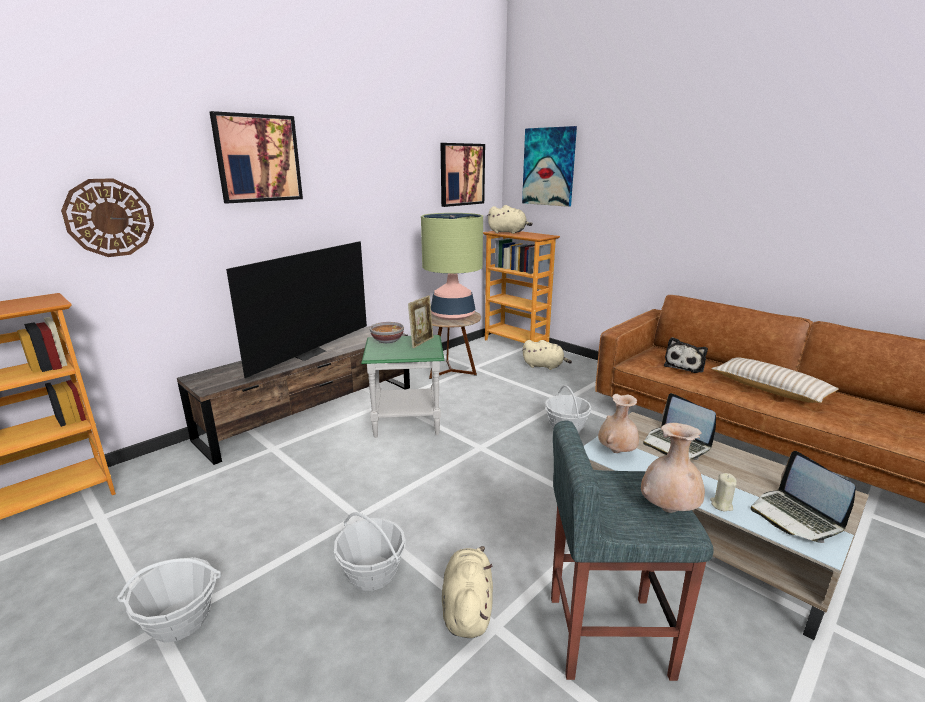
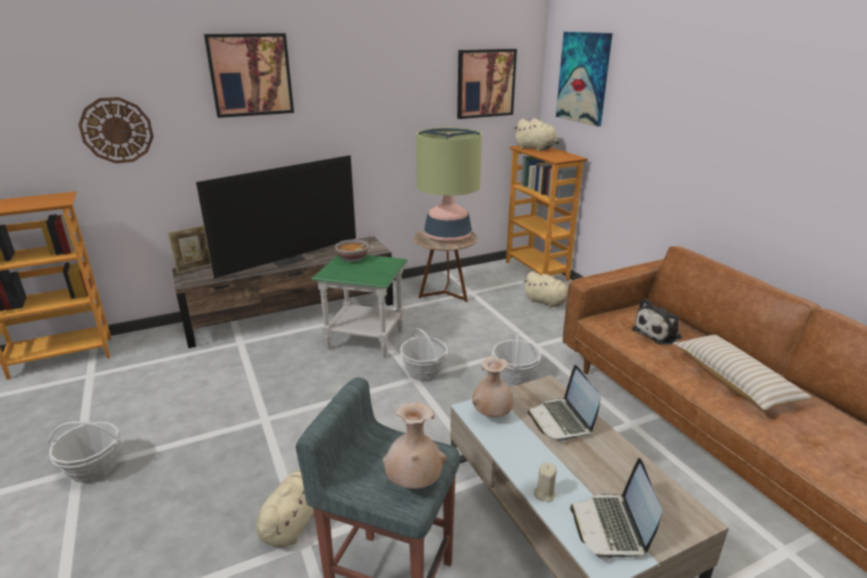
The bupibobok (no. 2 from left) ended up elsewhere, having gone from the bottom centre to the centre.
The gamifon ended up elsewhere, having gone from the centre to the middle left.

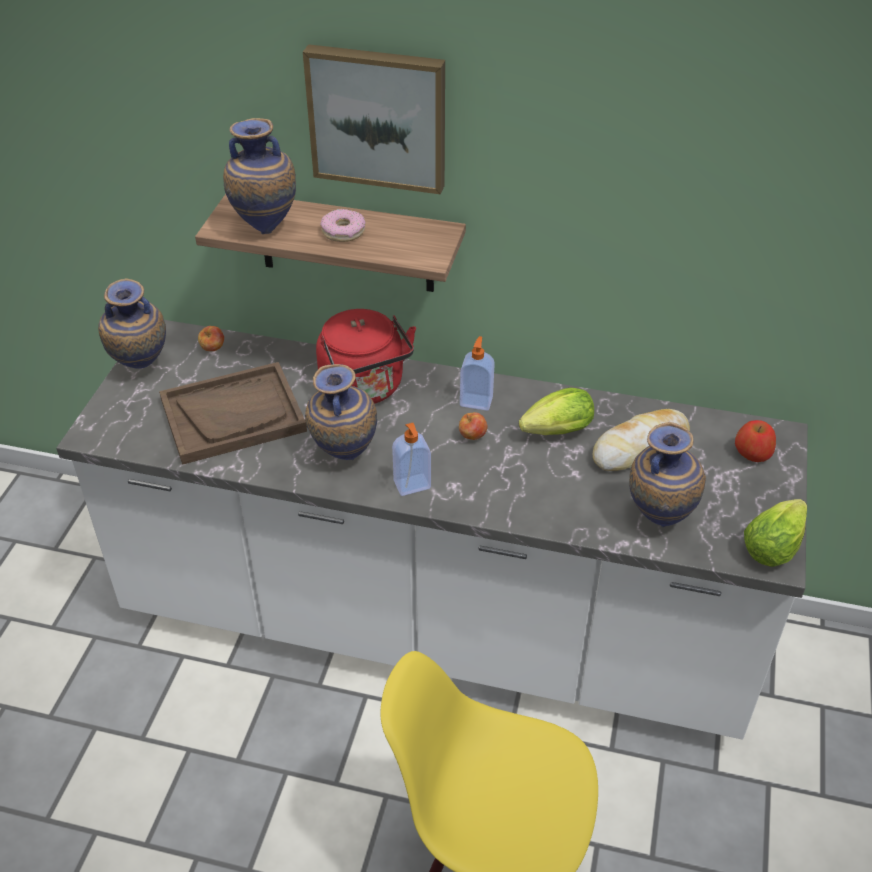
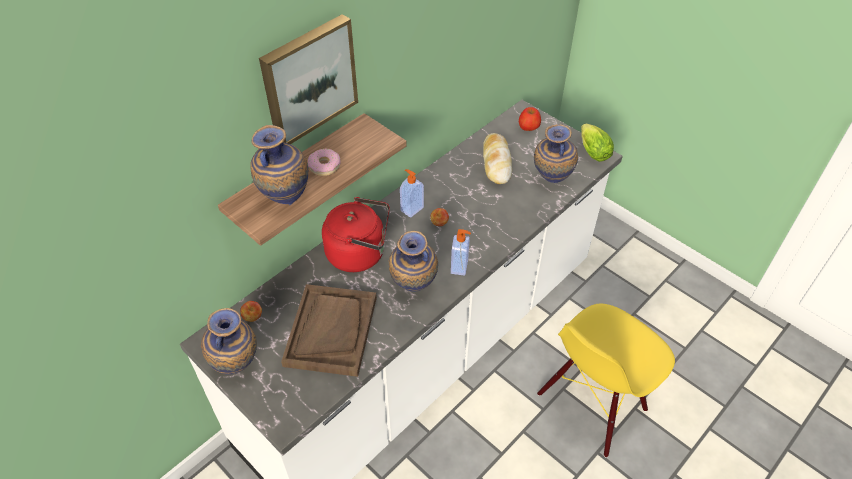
The second view lost the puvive (no. 1 from left) at the centre.

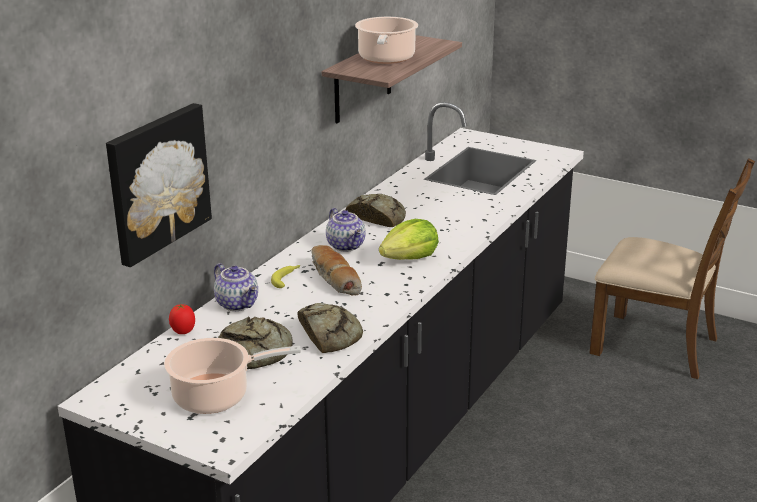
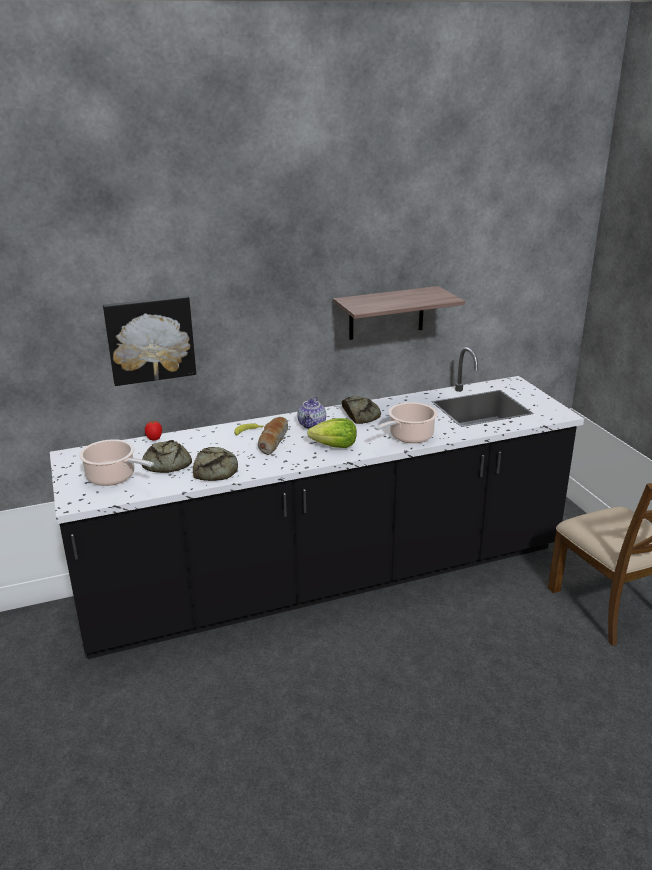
The second view lost the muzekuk (no. 1 from left) at the middle left.
The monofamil (no. 2 from left) ended up elsewhere, having gone from the top centre to the centre.

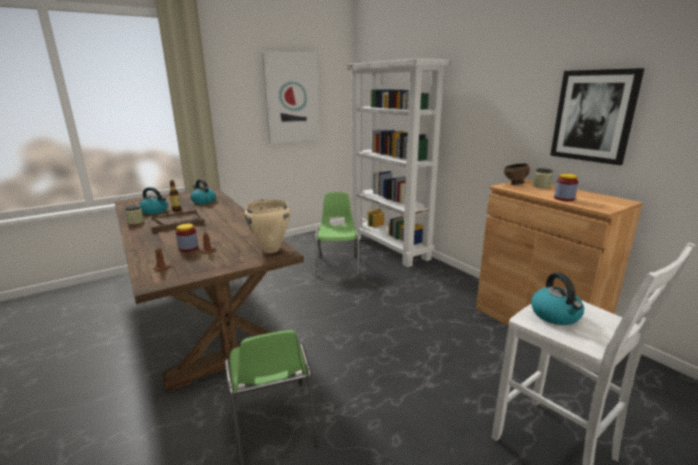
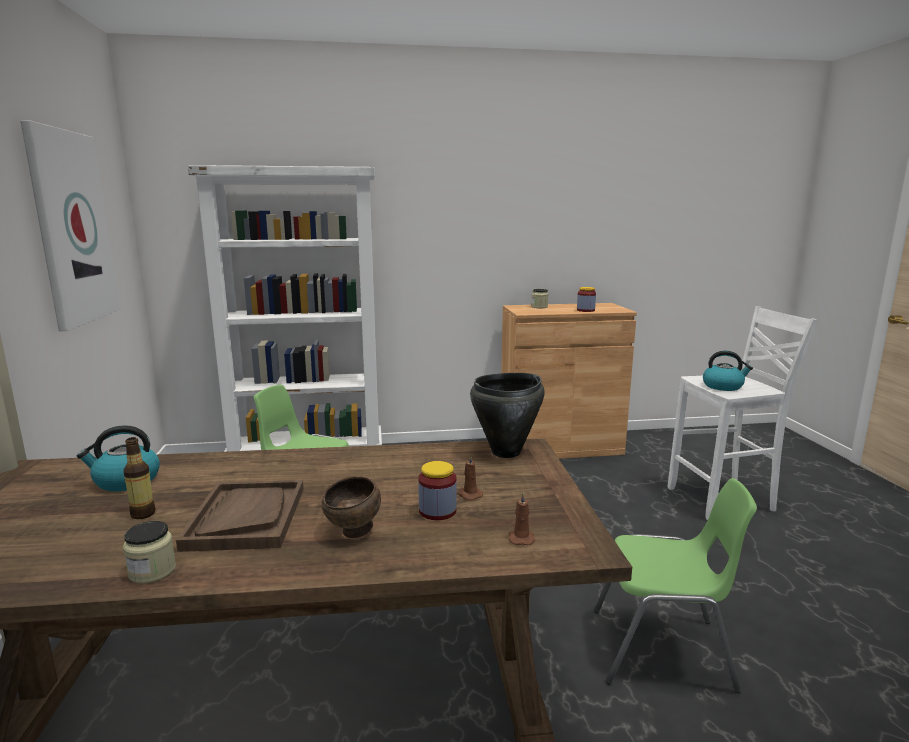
The second view lost the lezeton (no. 1 from left) at the middle left.
The second view lost the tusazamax (no. 2 from left) at the top right.
The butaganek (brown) ended up elsewhere, having gone from the middle right to the bottom centre.
What was the monofamil (beige) at the centre turned into the monofamil (black) at the centre.

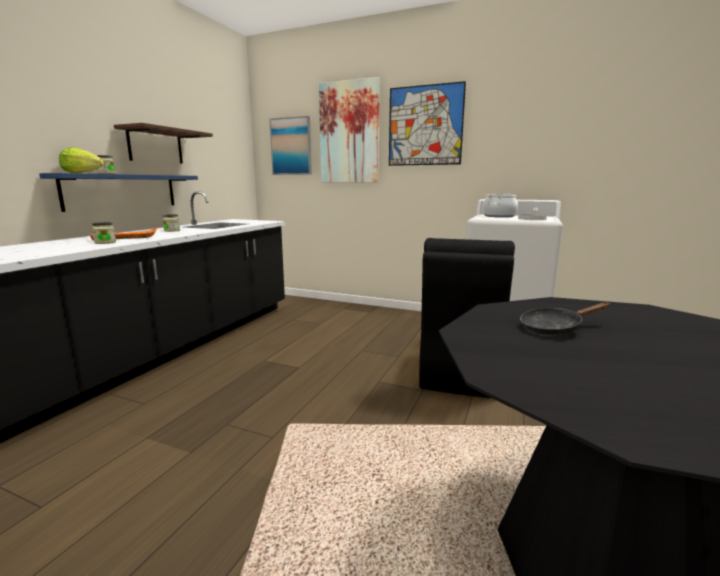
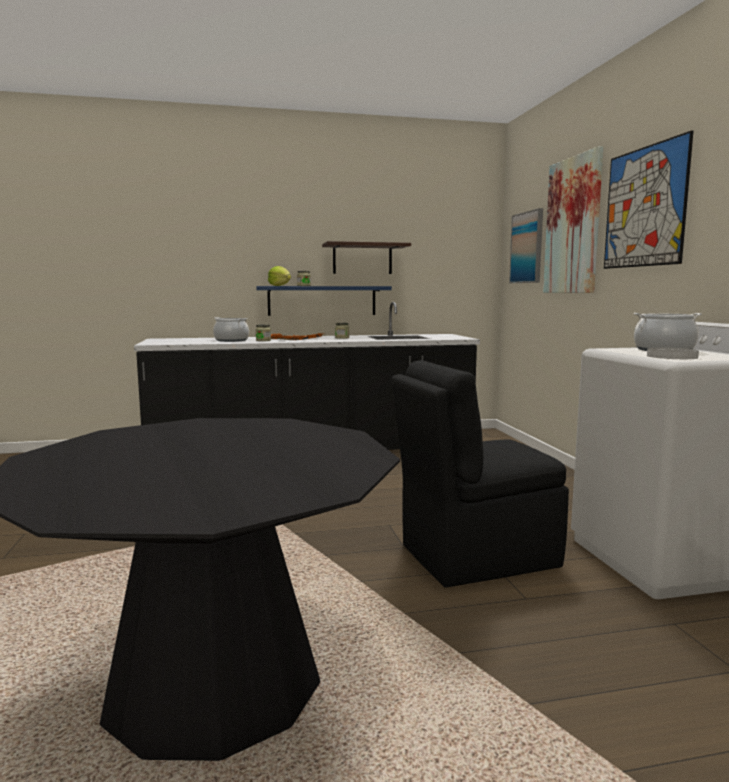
The second view lost the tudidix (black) at the middle right.
The second view gained the monofamil (no. 1 from left) at the middle left.

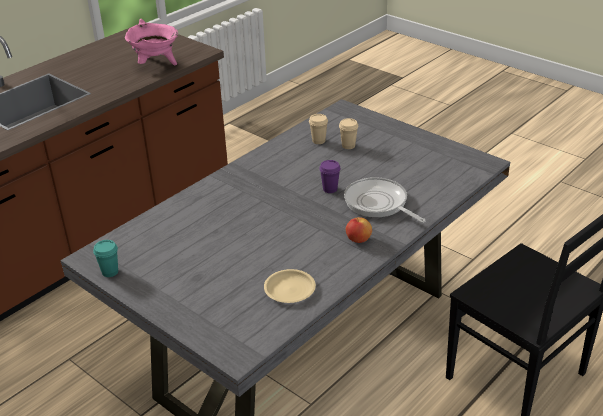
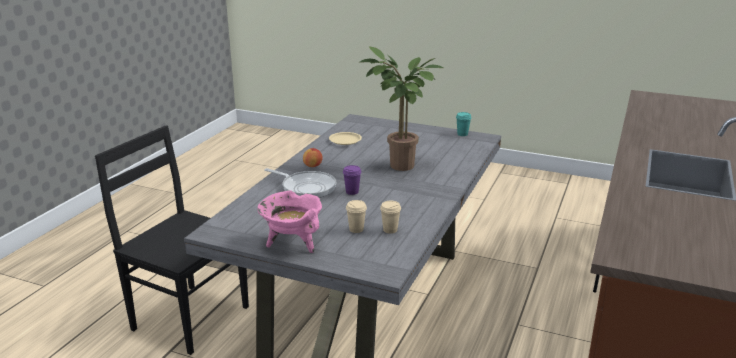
The second view gained the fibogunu at the top centre.
The monofamil (pink) ended up elsewhere, having gone from the top left to the centre.

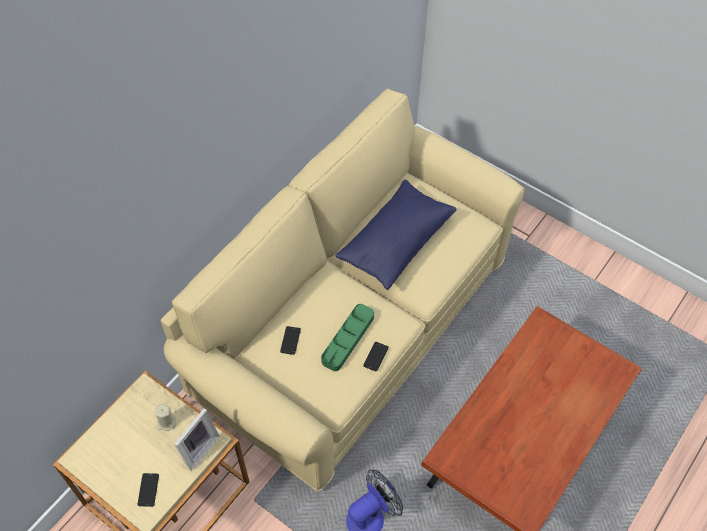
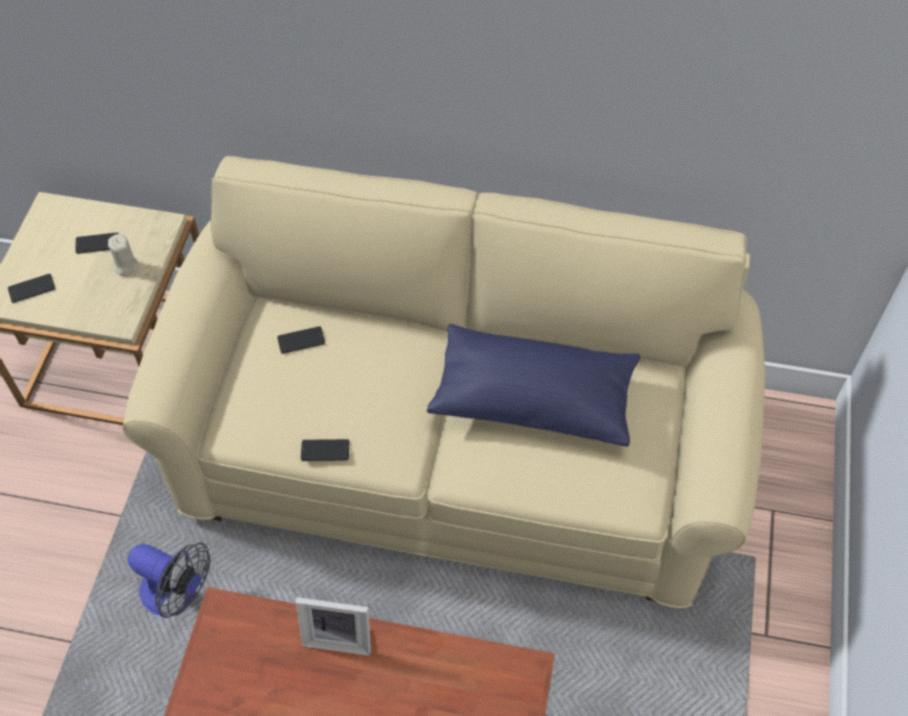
The second view lost the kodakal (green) at the centre.
The second view gained the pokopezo (no. 2 from left) at the middle left.
The gamifon ended up elsewhere, having gone from the bottom left to the bottom centre.

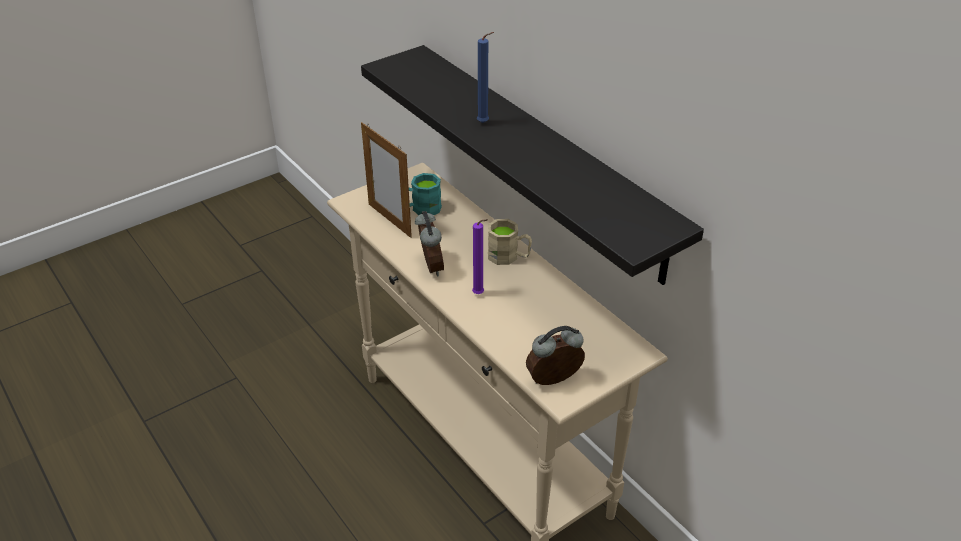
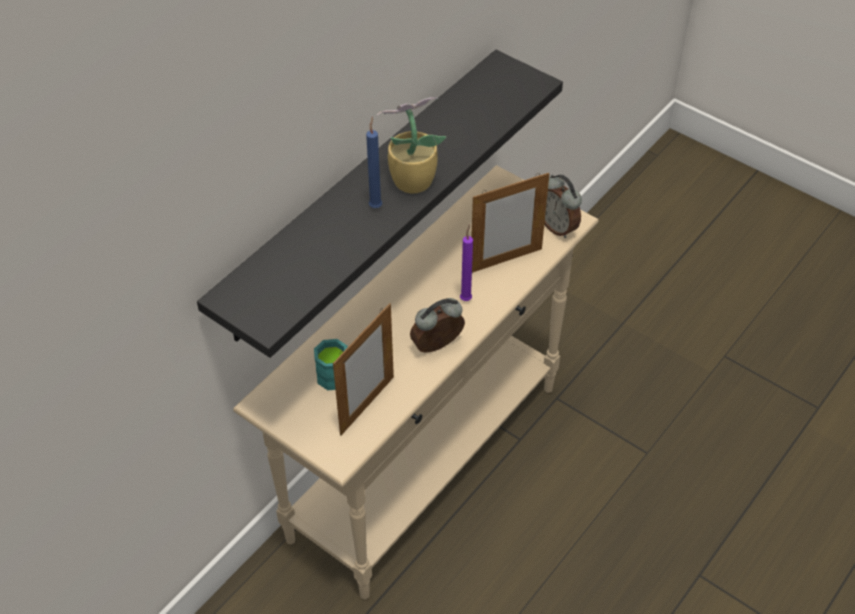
The second view lost the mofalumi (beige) at the centre.
The second view gained the fibogunu at the top centre.
The second view gained the gamifon (no. 2 from left) at the centre.

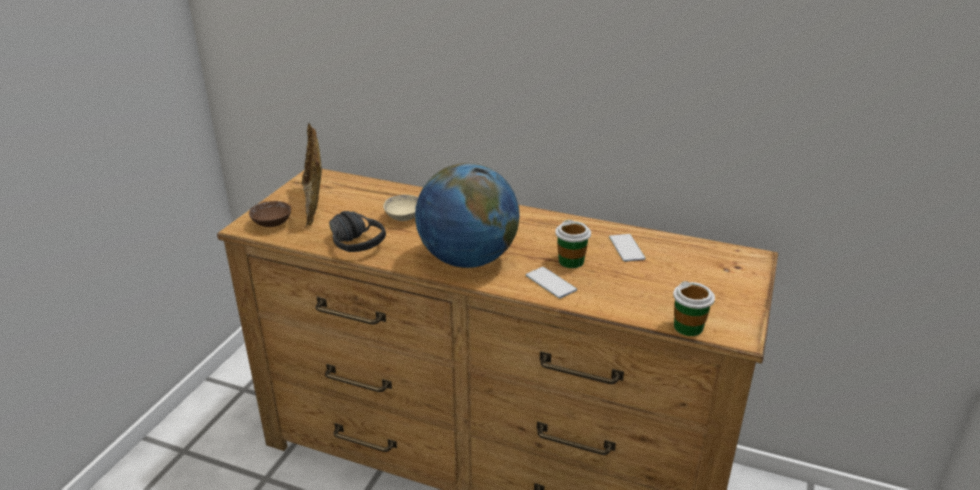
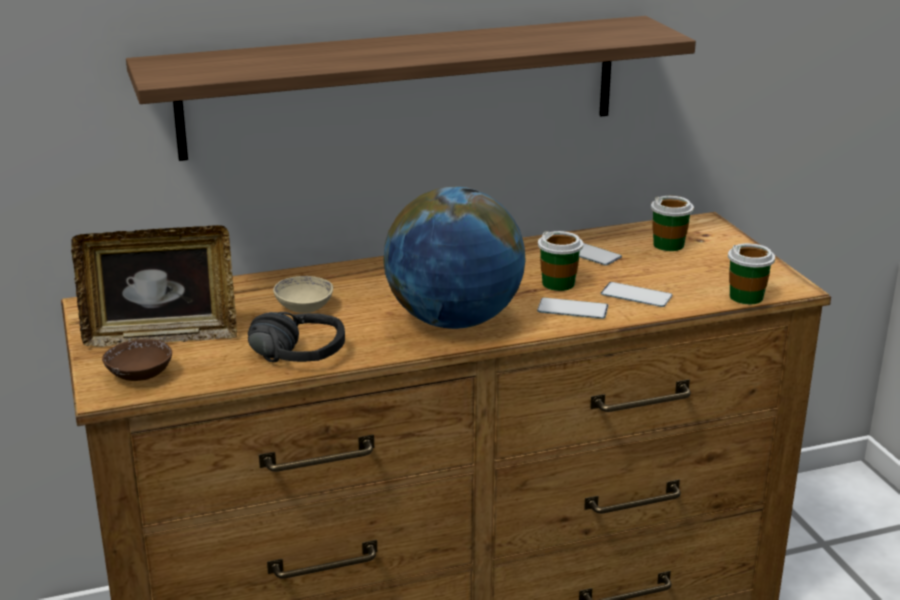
The second view gained the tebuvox at the top centre.
The second view gained the pokopezo (no. 3 from left) at the middle right.
The second view gained the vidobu (no. 2 from left) at the middle right.
The gamifon at the middle left ended up facing another way, 45 degrees counterclockwise from before.

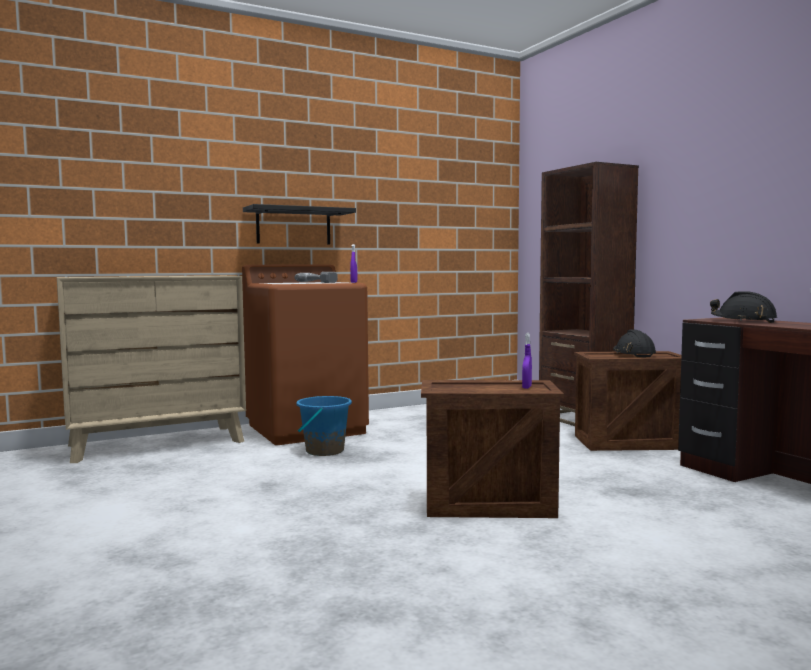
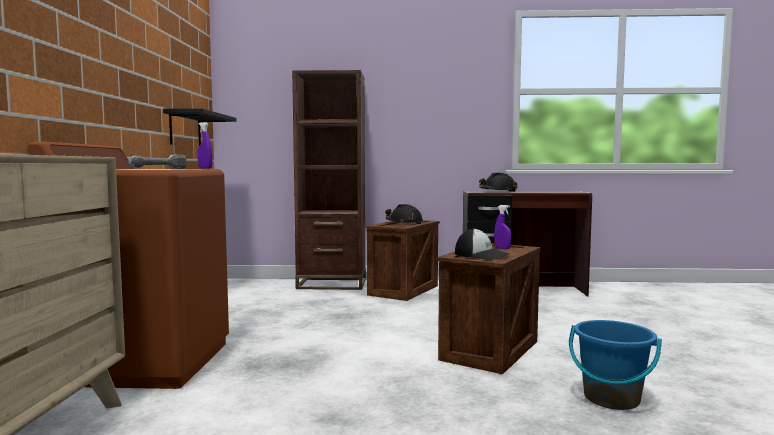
The second view gained the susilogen at the centre.
The tebuvox (black) ended up elsewhere, having gone from the centre to the top left.
The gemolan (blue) ended up elsewhere, having gone from the centre to the bottom right.

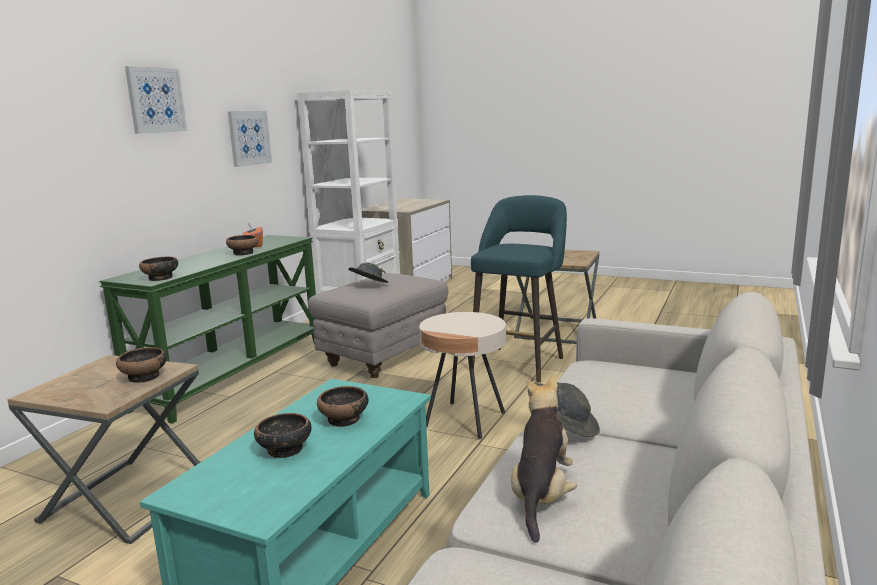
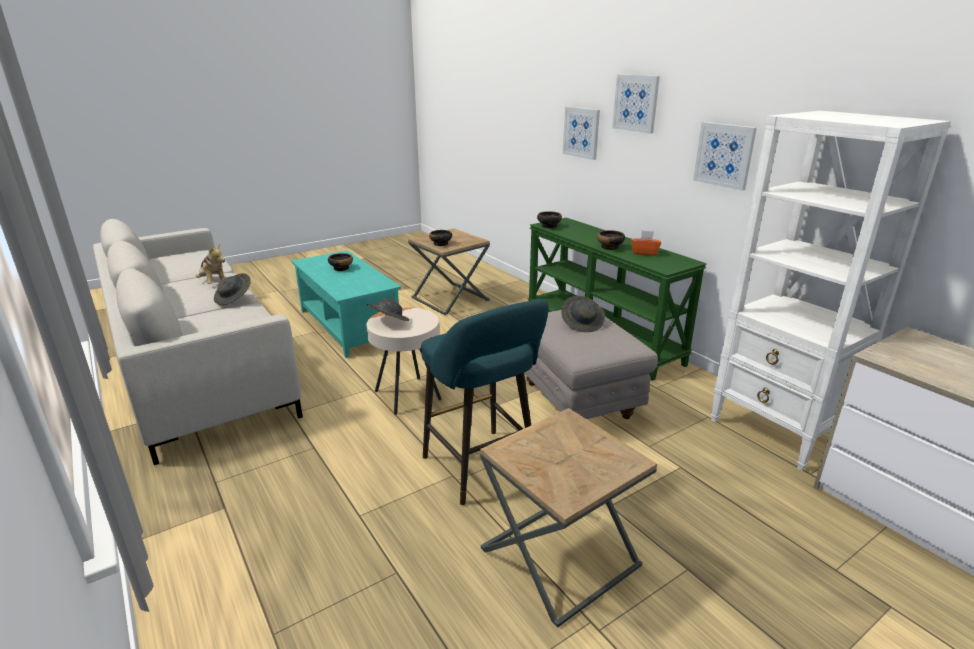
The second view lost the butaganek (no. 5 from left) at the bottom centre.
The second view gained the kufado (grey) (no. 2 from left) at the centre.
The second view gained the tusazamax (no. 1 from left) at the top centre.

